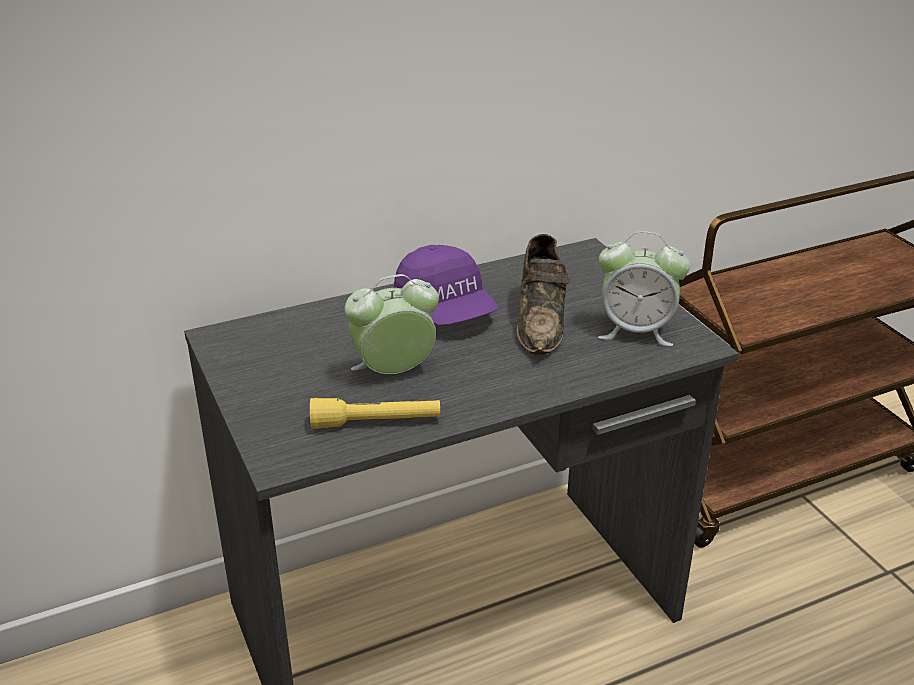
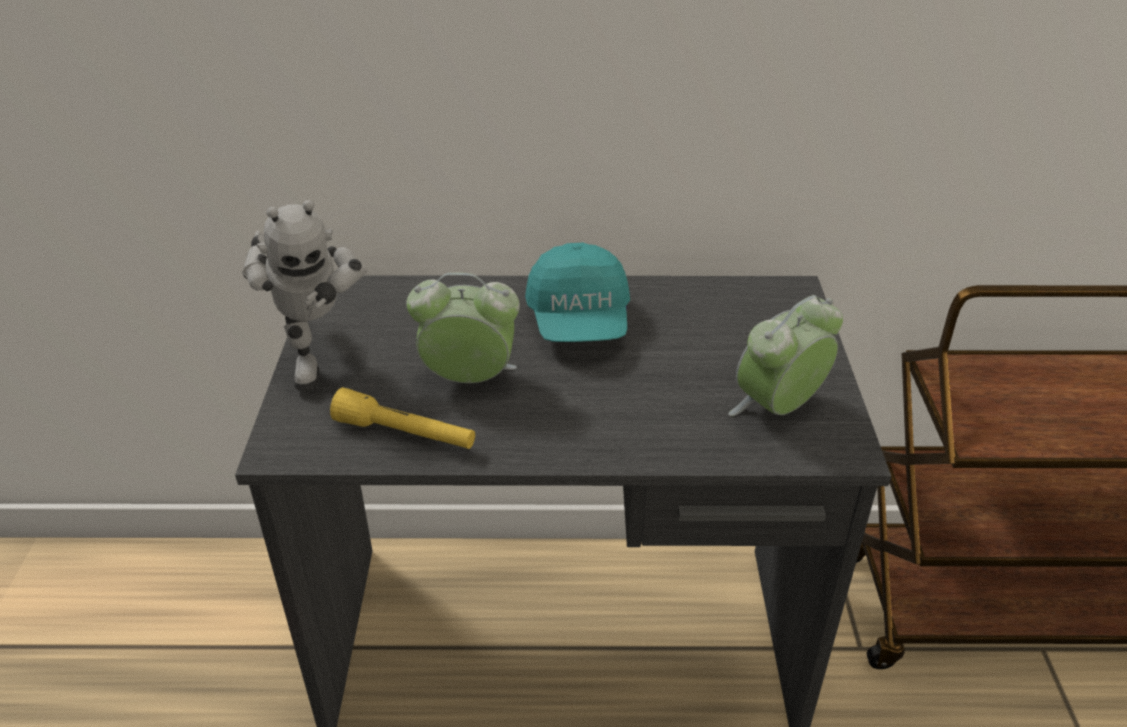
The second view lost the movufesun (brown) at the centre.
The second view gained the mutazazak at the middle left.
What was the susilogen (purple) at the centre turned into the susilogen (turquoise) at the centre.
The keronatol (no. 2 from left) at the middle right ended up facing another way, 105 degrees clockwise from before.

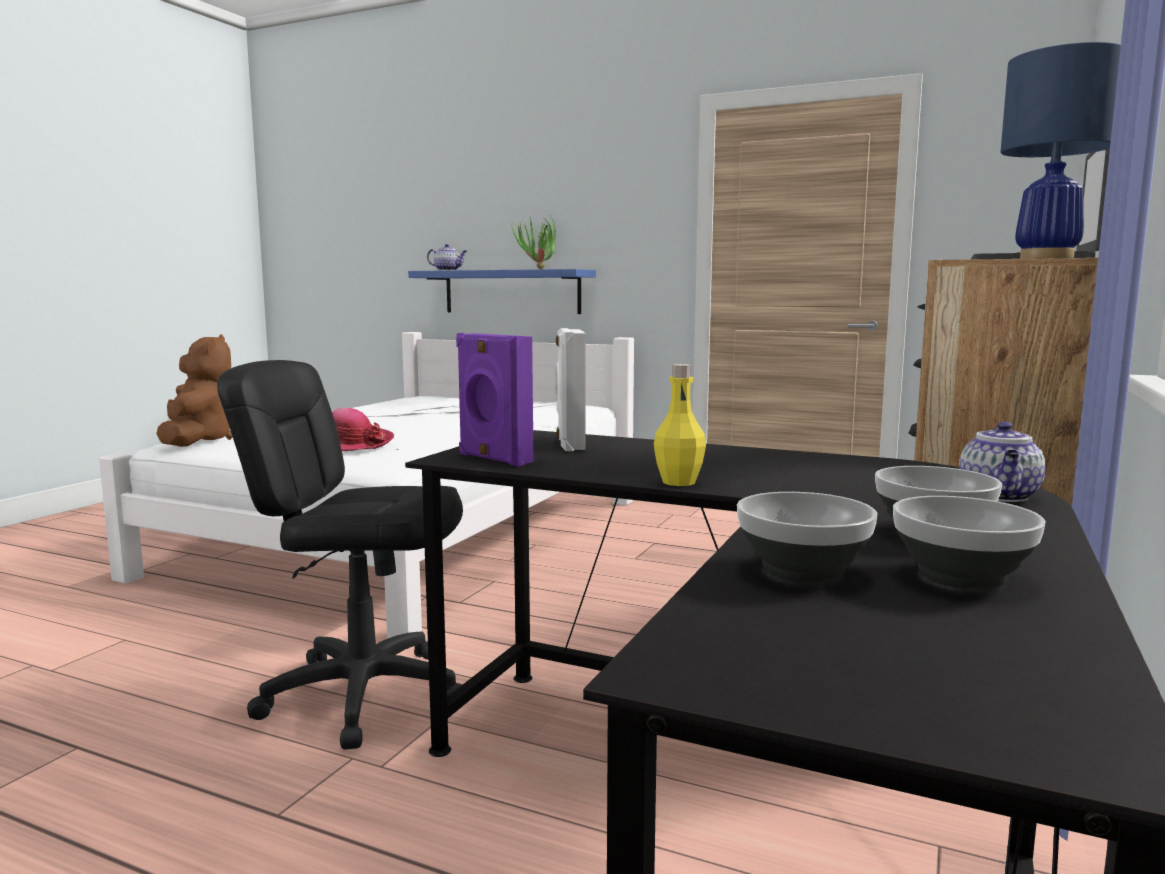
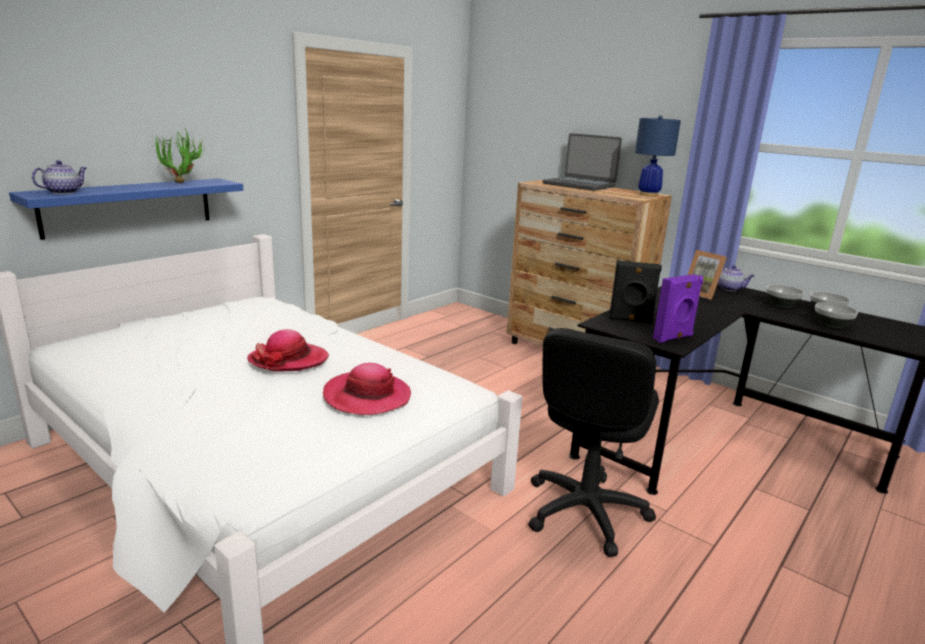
The second view lost the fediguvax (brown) at the middle left.
The second view lost the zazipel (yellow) at the centre.
The second view gained the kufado (no. 1 from left) at the middle left.
The second view gained the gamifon at the middle right.
What was the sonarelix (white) at the centre turned into the sonarelix (black) at the middle right.

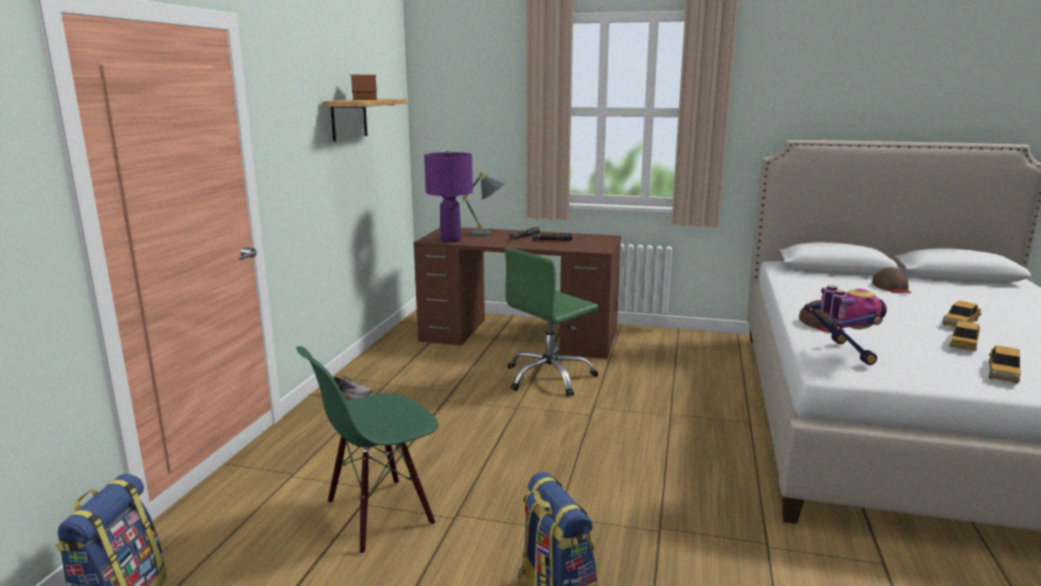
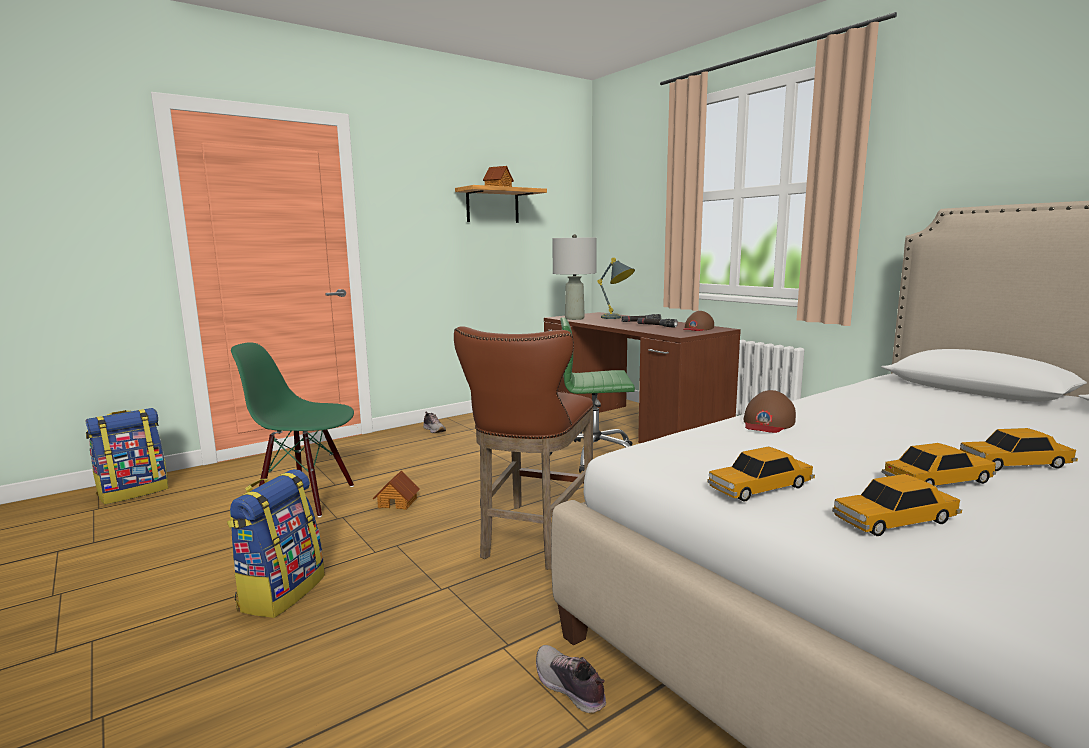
The second view lost the mutazazak at the middle right.
The second view gained the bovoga (no. 1 from left) at the centre.
The second view gained the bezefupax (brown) at the centre.
The second view gained the movufesun (no. 2 from left) at the bottom centre.
The second view gained the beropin (no. 1 from left) at the middle right.
The susilogen (brown) (no. 2 from left in the first image) ended up elsewhere, having gone from the middle right to the centre.
What was the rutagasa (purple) at the centre turned into the rutagasa (grey) (no. 1 from left) at the centre.

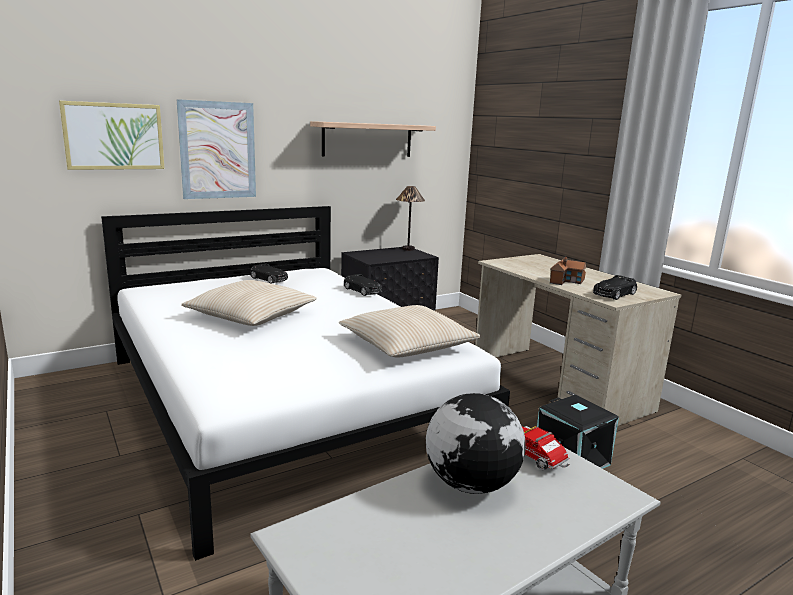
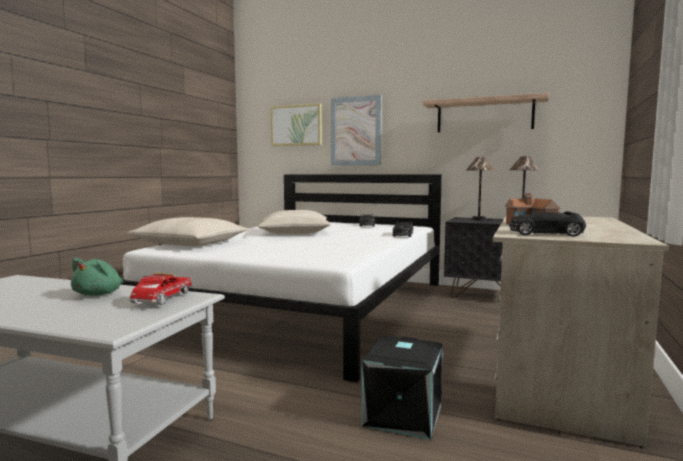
The second view gained the rutagasa (no. 1 from left) at the middle right.
The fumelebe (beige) (no. 2 from left in the first image) ended up elsewhere, having gone from the centre to the middle left.
Where the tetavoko stood at the bottom centre, the fediguvax (green) came to stand at the middle left.

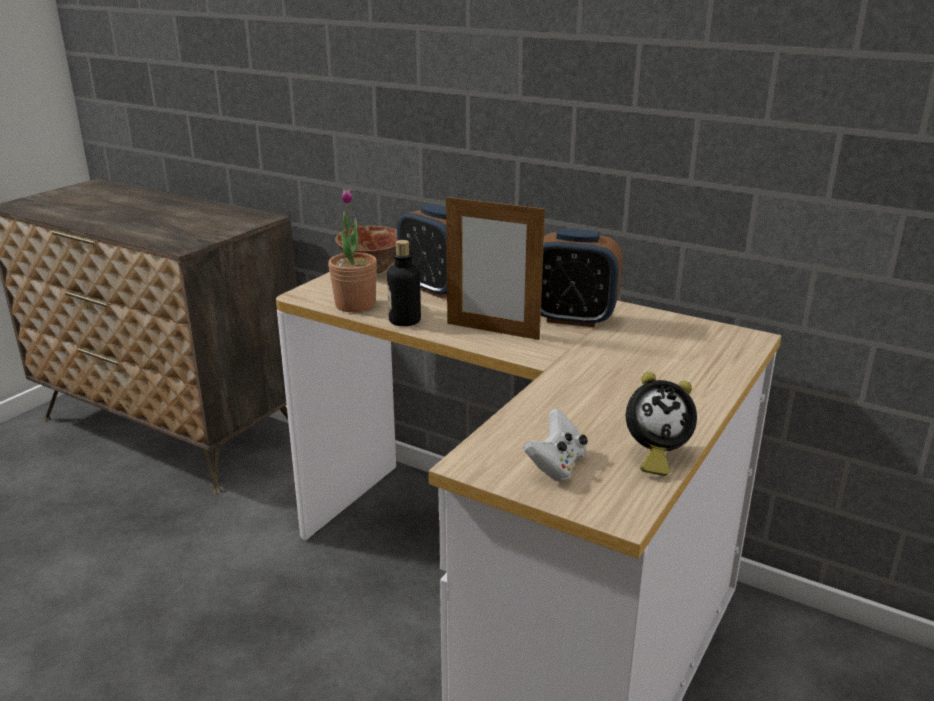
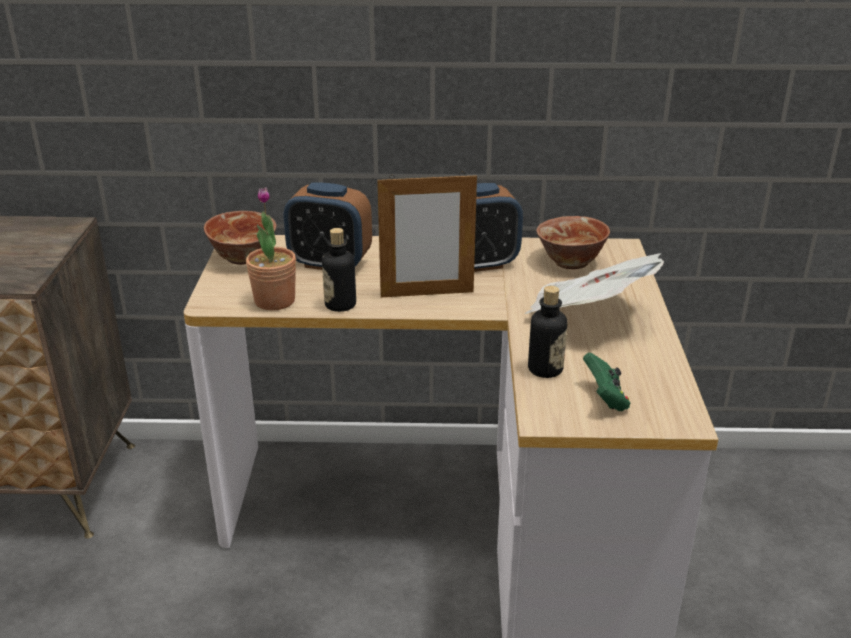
The second view lost the keronatol (no. 3 from left) at the middle right.
The second view gained the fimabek at the middle right.
The second view gained the zazipel (no. 2 from left) at the centre.
The second view gained the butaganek (no. 2 from left) at the middle right.
What was the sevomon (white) at the centre turned into the sevomon (green) at the middle right.

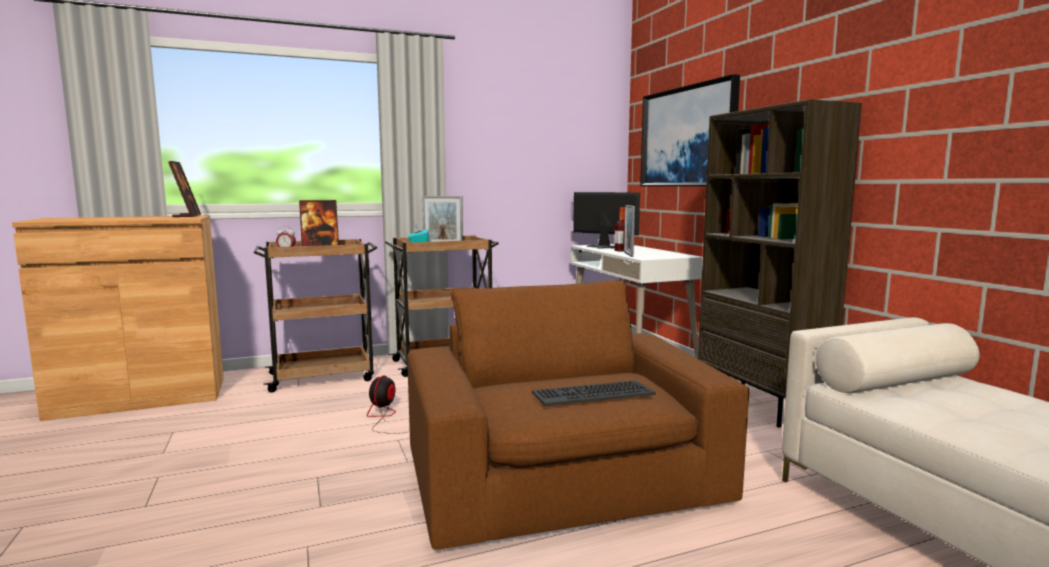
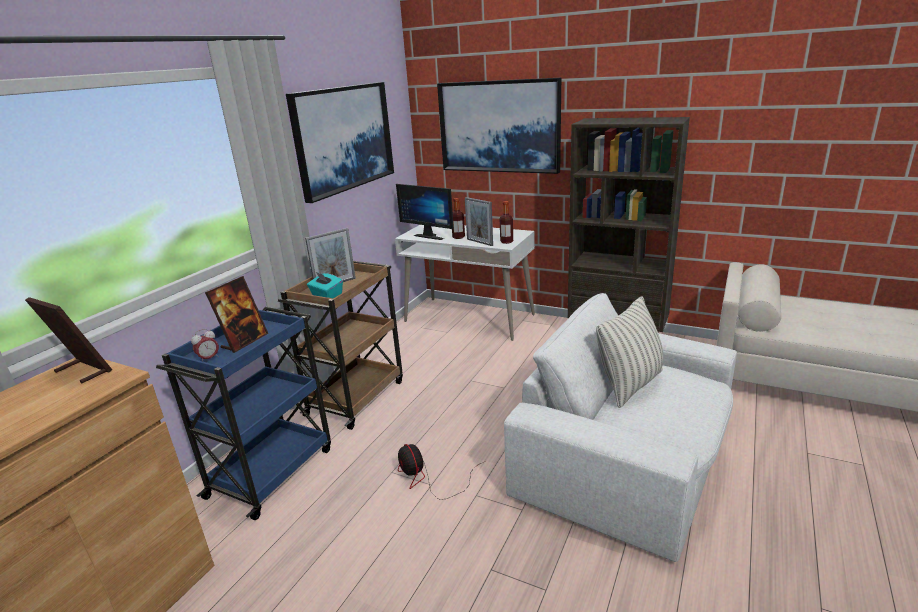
The second view lost the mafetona at the bottom centre.
The second view gained the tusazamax (no. 1 from left) at the top centre.
The second view gained the zazipel (no. 2 from left) at the centre.
The second view gained the fumelebe at the middle right.
What was the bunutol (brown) (no. 1 from left) at the middle left turned into the bunutol (blue) at the bottom left.
What was the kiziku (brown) at the bottom centre turned into the kiziku (white) at the bottom right.
The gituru at the centre ended up facing another way, 135 degrees counterclockwise from before.

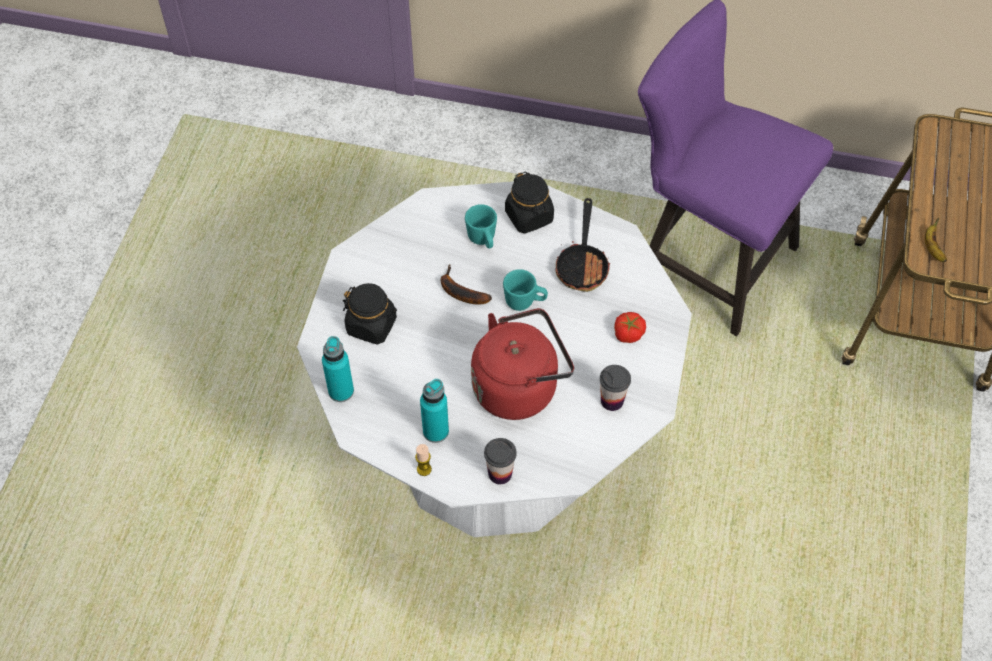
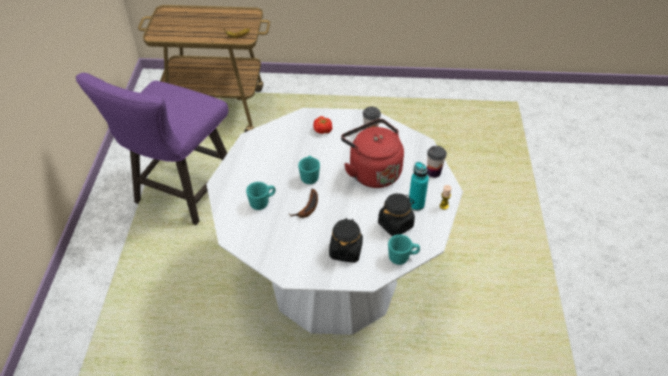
The second view lost the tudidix at the centre.
The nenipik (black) (no. 2 from left) ended up elsewhere, having gone from the top centre to the centre.
Where the zazipel (turquoise) (no. 1 from left) stood at the centre, the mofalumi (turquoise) (no. 3 from left) came to stand at the centre.

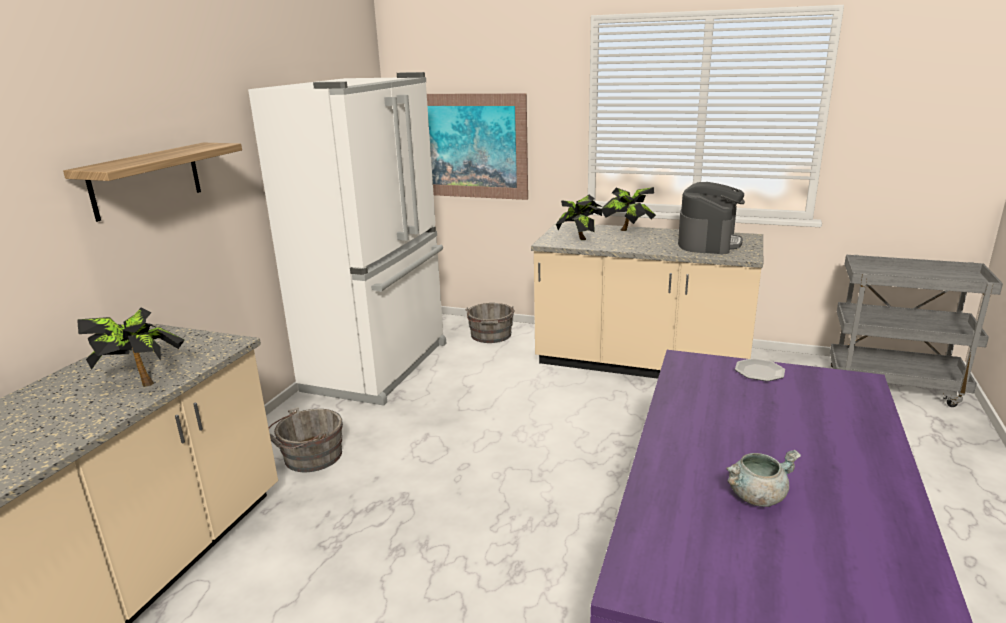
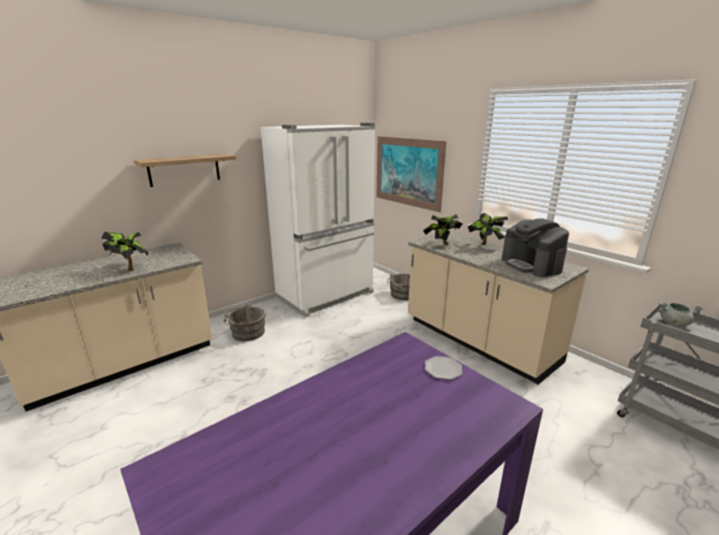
The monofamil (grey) ended up elsewhere, having gone from the bottom right to the middle right.
The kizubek at the middle right ended up facing another way, 105 degrees clockwise from before.

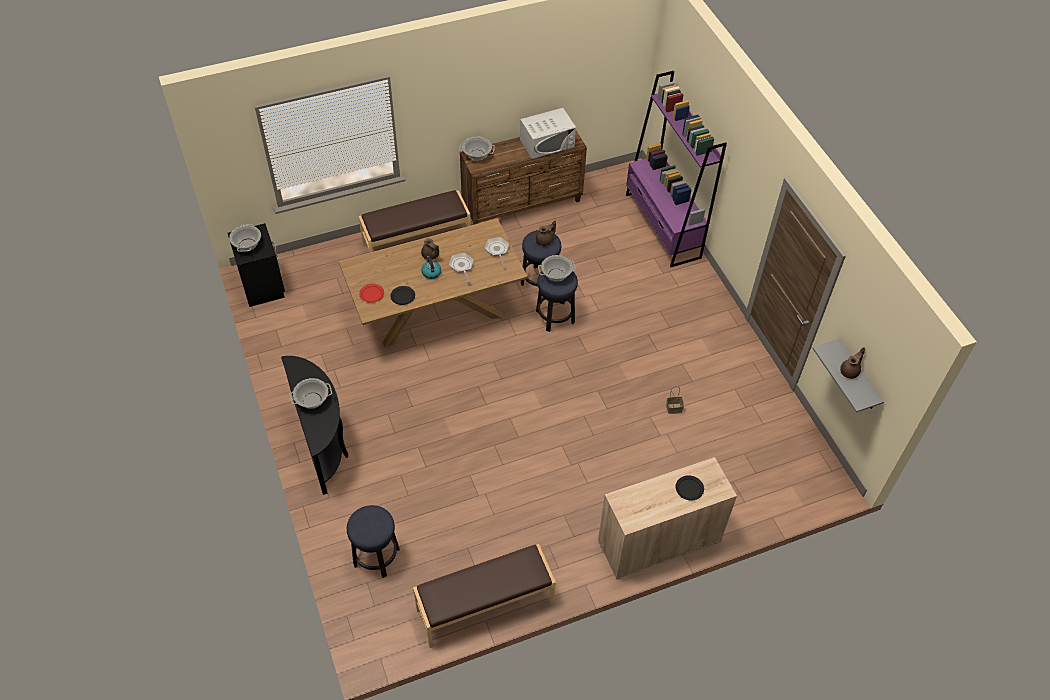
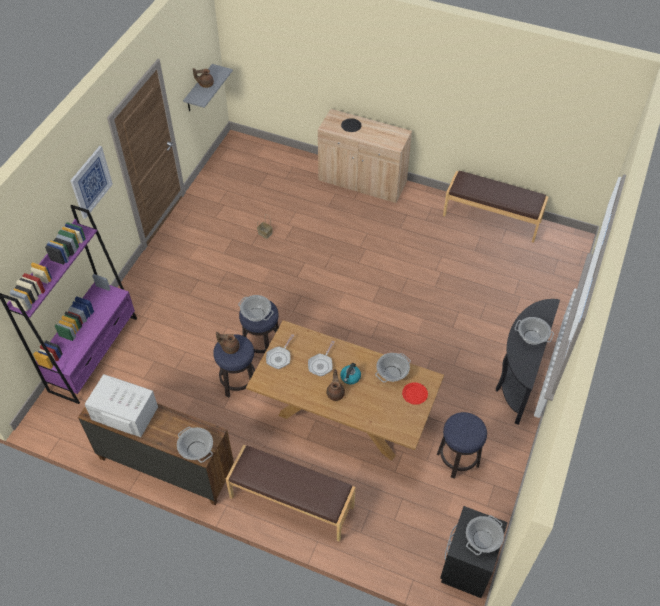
The second view gained the tusazamax at the top left.
The bezefupax (no. 1 from left in the first image) ended up elsewhere, having gone from the bottom centre to the bottom right.
Where the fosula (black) (no. 1 from left) stood at the centre, the monofamil (no. 3 from left) came to stand at the centre.

